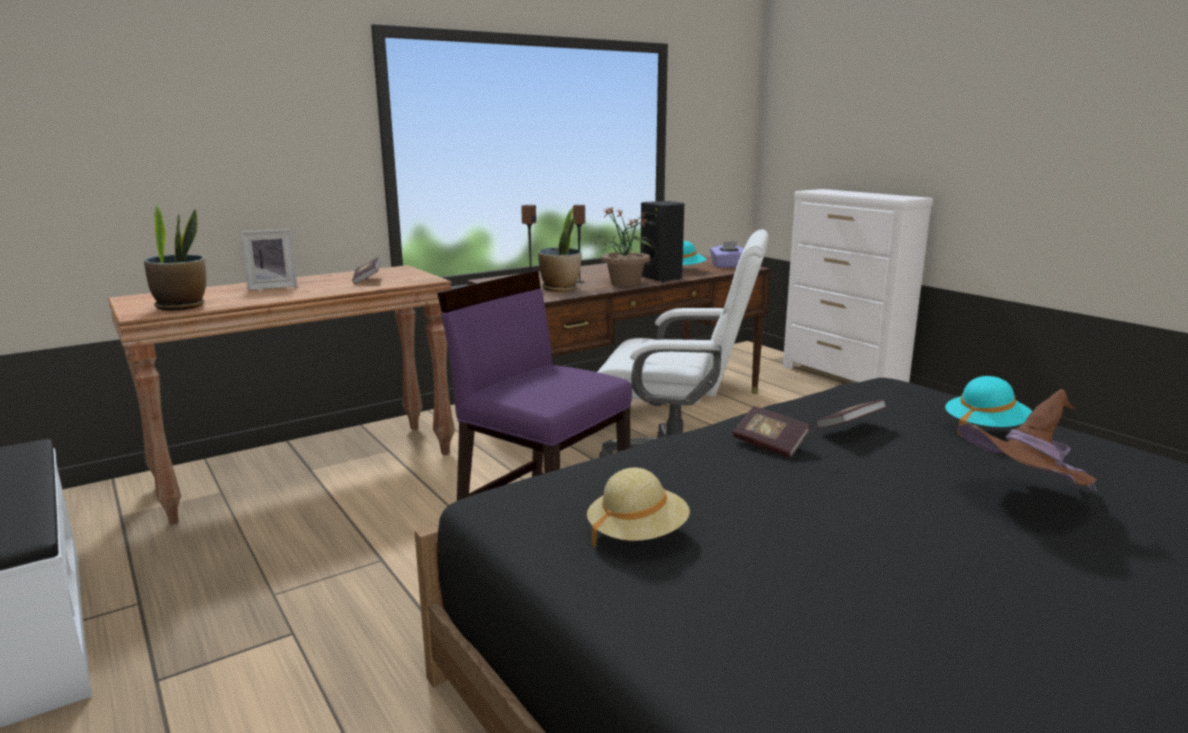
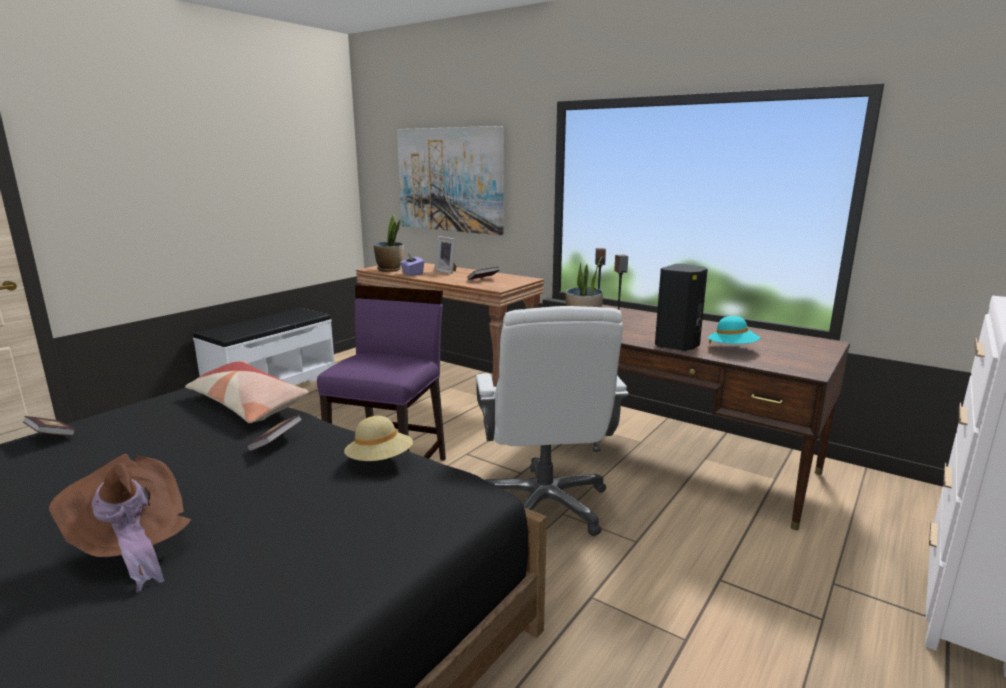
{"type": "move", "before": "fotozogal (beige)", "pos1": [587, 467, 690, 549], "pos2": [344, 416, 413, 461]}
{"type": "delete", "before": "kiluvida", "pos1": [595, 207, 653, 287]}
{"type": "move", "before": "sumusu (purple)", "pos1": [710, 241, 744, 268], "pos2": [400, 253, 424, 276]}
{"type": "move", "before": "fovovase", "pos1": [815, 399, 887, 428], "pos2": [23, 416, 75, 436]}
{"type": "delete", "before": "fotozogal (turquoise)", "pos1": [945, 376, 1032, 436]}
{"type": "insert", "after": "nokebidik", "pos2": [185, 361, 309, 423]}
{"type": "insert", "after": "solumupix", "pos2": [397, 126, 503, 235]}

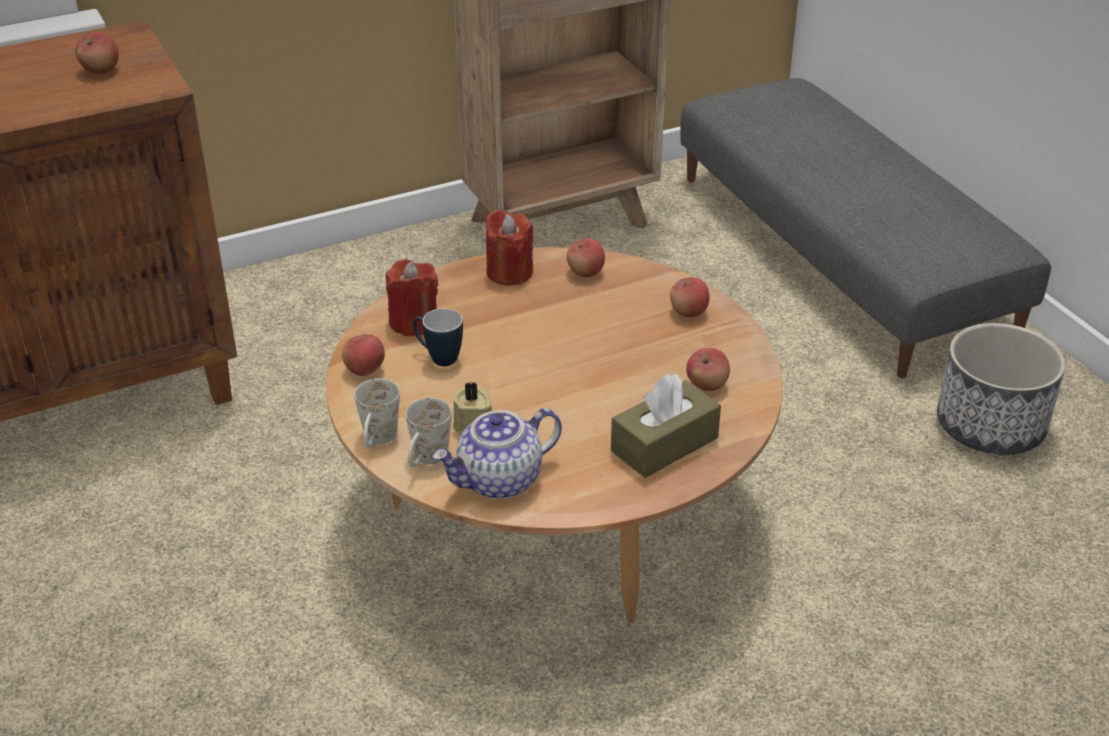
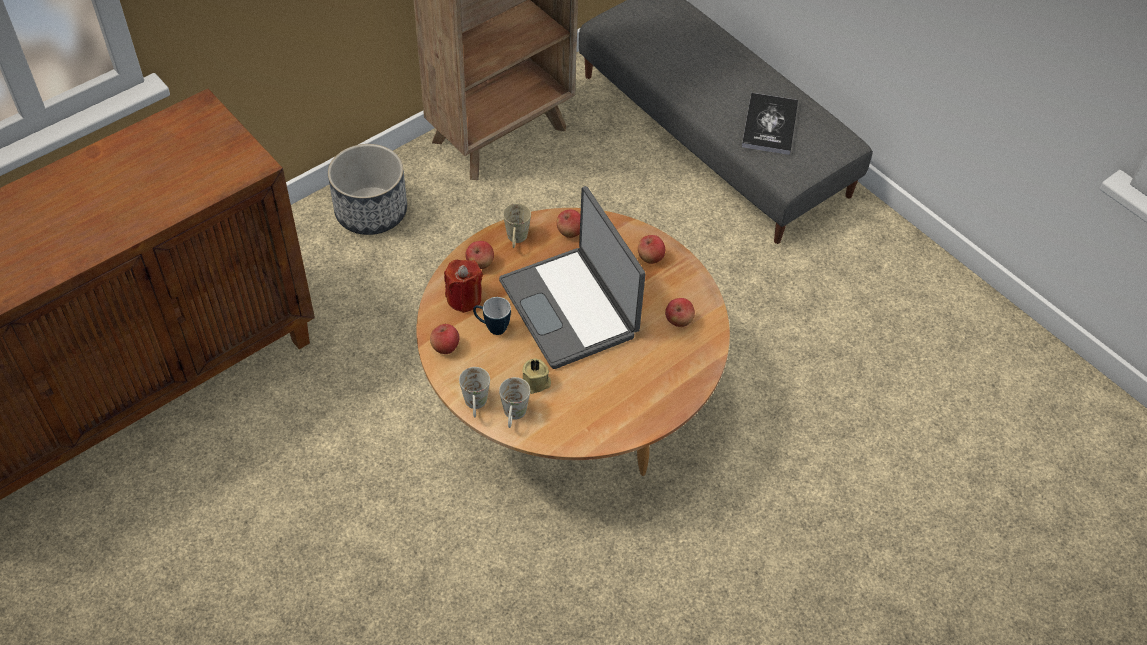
{"type": "move", "before": "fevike", "pos1": [75, 33, 119, 74], "pos2": [465, 241, 494, 269]}
{"type": "delete", "before": "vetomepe", "pos1": [433, 408, 562, 499]}
{"type": "replace", "before": "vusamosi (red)", "after": "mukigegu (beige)", "pos1": [485, 209, 534, 285], "pos2": [503, 203, 531, 248]}
{"type": "delete", "before": "sumusu (brown)", "pos1": [611, 374, 721, 478]}
{"type": "move", "before": "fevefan", "pos1": [937, 323, 1066, 455], "pos2": [328, 144, 407, 235]}
{"type": "insert", "after": "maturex", "pos2": [499, 186, 645, 369]}
{"type": "insert", "after": "fovovase", "pos2": [742, 93, 798, 155]}

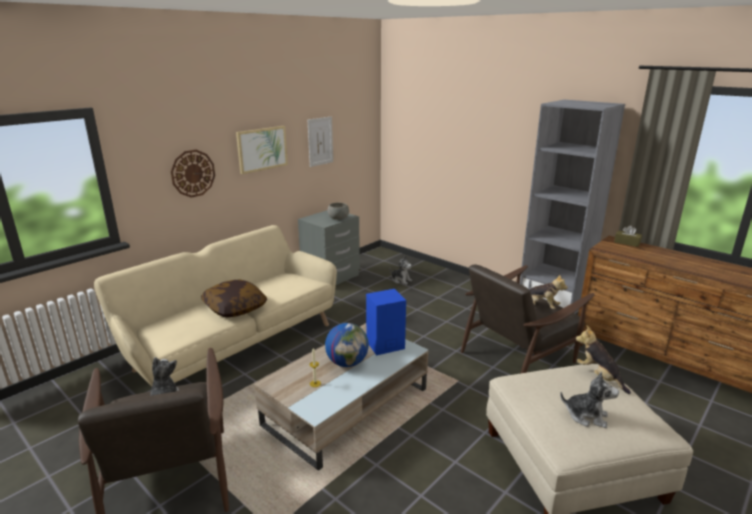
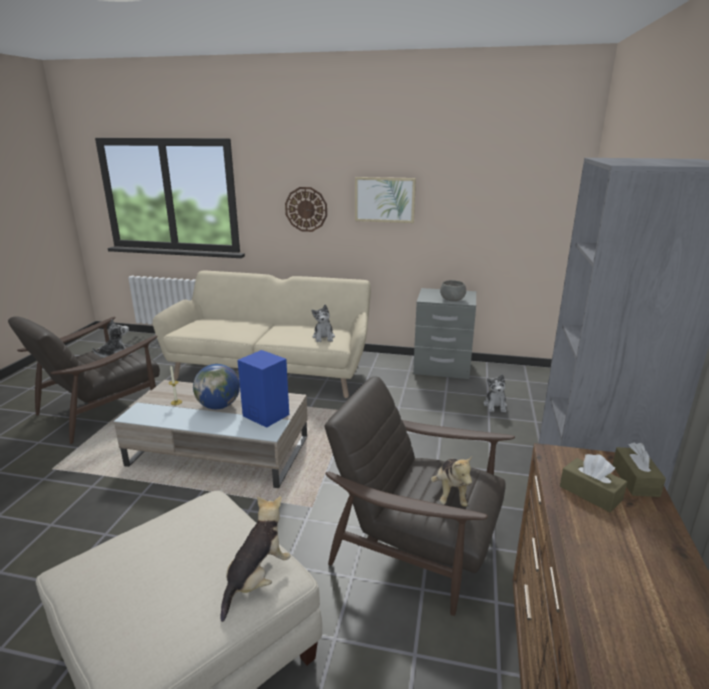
{"type": "delete", "before": "nokebidik", "pos1": [201, 279, 267, 317]}
{"type": "delete", "before": "solumupix", "pos1": [308, 117, 333, 167]}
{"type": "move", "before": "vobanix", "pos1": [560, 371, 619, 428], "pos2": [312, 305, 335, 342]}
{"type": "insert", "after": "sumusu (brown)", "pos2": [560, 454, 627, 512]}

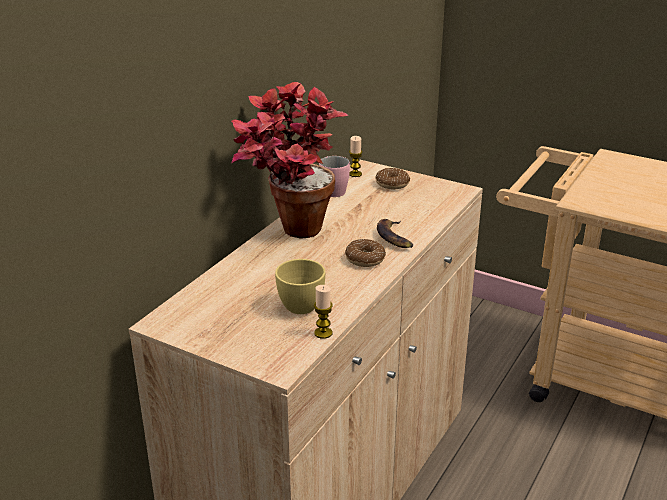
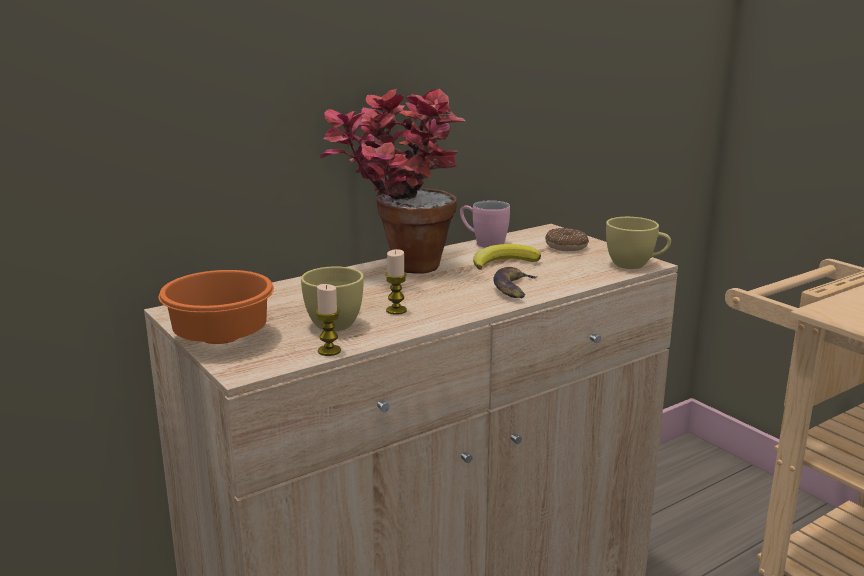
{"type": "delete", "before": "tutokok", "pos1": [345, 239, 386, 267]}
{"type": "move", "before": "vusamosi", "pos1": [349, 136, 362, 177], "pos2": [385, 249, 407, 315]}
{"type": "insert", "after": "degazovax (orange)", "pos2": [159, 270, 274, 344]}
{"type": "insert", "after": "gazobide", "pos2": [473, 244, 541, 270]}
{"type": "insert", "after": "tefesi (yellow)", "pos2": [606, 217, 671, 269]}

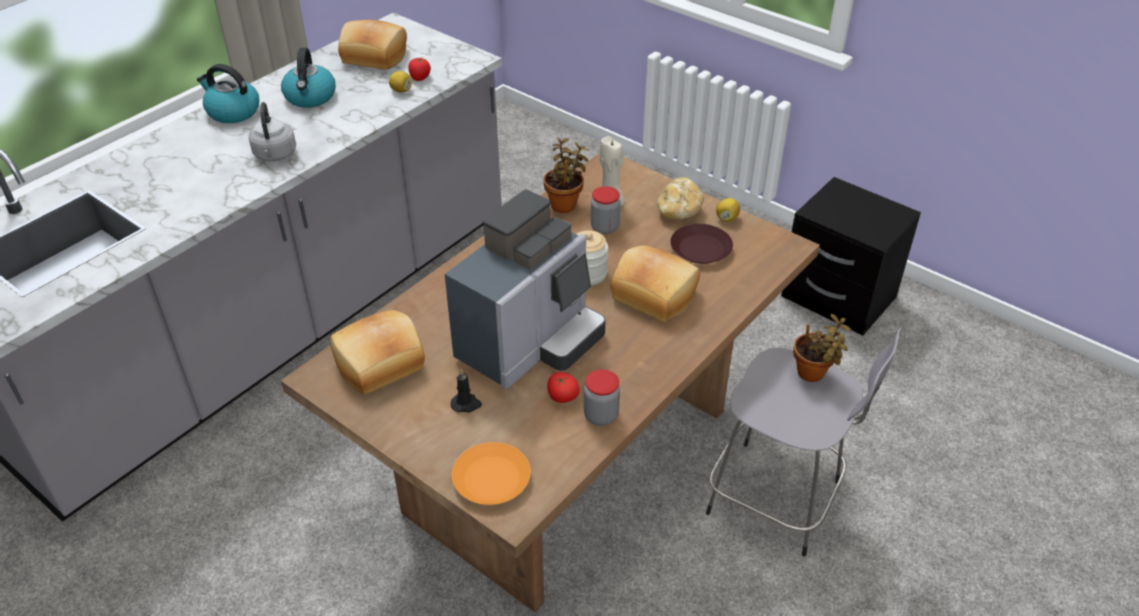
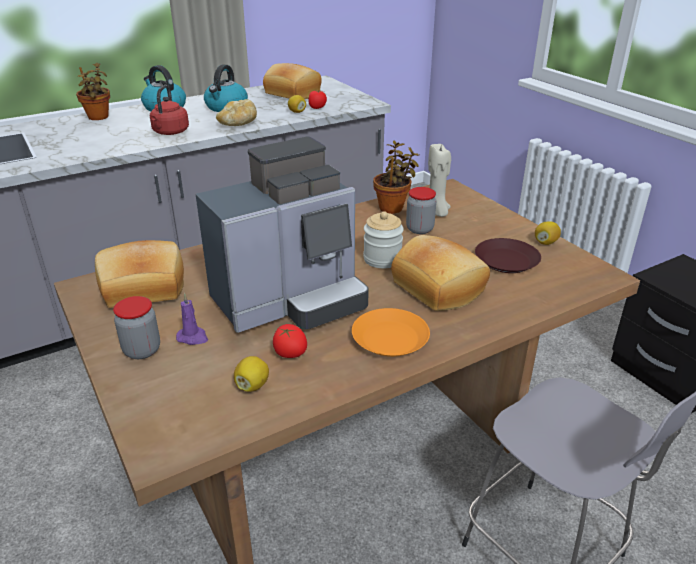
{"type": "recolor", "before": "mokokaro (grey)", "after": "mokokaro (red)", "pos1": [249, 102, 296, 162], "pos2": [150, 85, 189, 135]}
{"type": "recolor", "before": "vusamosi (black)", "after": "vusamosi (purple)", "pos1": [451, 369, 482, 412], "pos2": [176, 293, 208, 345]}
{"type": "move", "before": "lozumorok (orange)", "pos1": [452, 442, 531, 505], "pos2": [352, 308, 430, 357]}
{"type": "move", "before": "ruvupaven", "pos1": [584, 369, 620, 426], "pos2": [113, 296, 160, 359]}
{"type": "move", "before": "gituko", "pos1": [657, 177, 704, 219], "pos2": [216, 99, 257, 126]}
{"type": "move", "before": "kiluvida", "pos1": [793, 314, 851, 382], "pos2": [76, 62, 110, 120]}
{"type": "insert", "after": "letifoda", "pos2": [234, 356, 269, 392]}

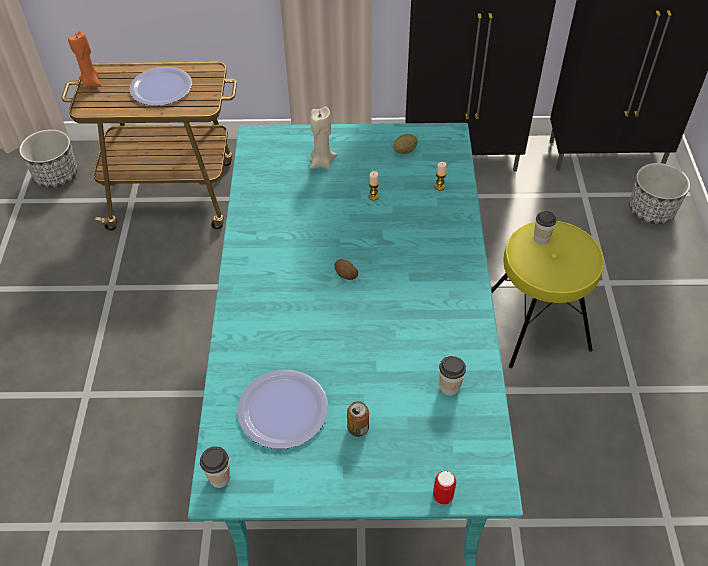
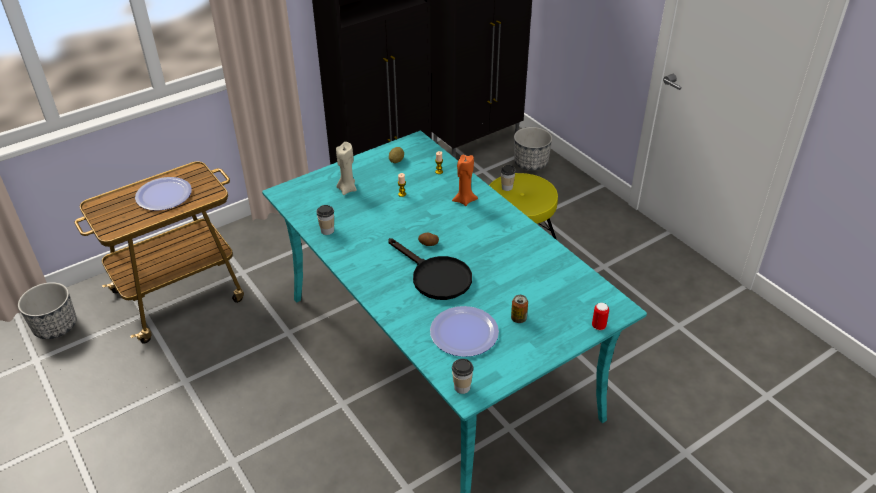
{"type": "move", "before": "vusamosi (orange)", "pos1": [68, 31, 102, 89], "pos2": [452, 155, 478, 206]}
{"type": "move", "before": "tefesi", "pos1": [439, 356, 466, 396], "pos2": [316, 205, 334, 235]}
{"type": "insert", "after": "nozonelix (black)", "pos2": [388, 238, 472, 300]}

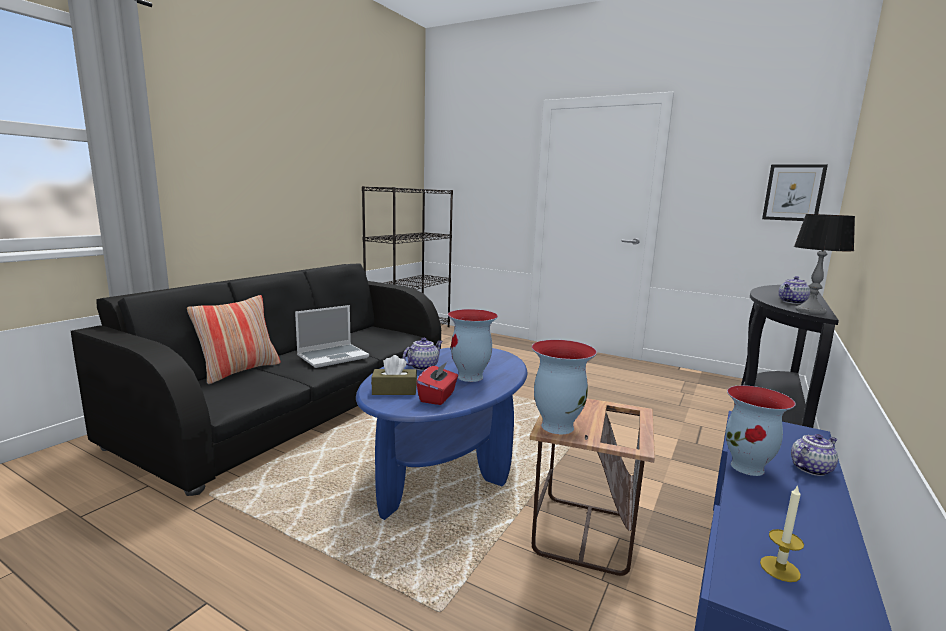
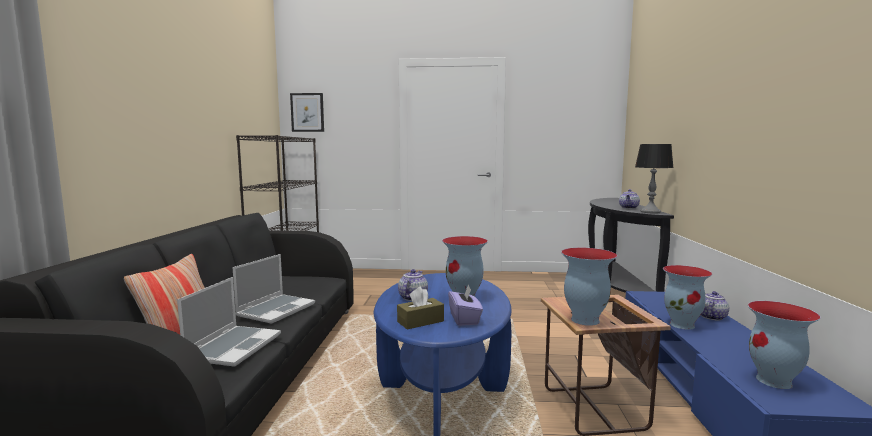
{"type": "recolor", "before": "sumusu (red)", "after": "sumusu (purple)", "pos1": [416, 362, 458, 405], "pos2": [448, 285, 483, 326]}
{"type": "replace", "before": "vusamosi", "after": "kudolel", "pos1": [760, 485, 804, 582], "pos2": [748, 301, 821, 389]}
{"type": "move", "before": "solumupix", "pos1": [762, 164, 828, 221], "pos2": [290, 93, 324, 132]}
{"type": "insert", "after": "maturex", "pos2": [177, 277, 281, 367]}

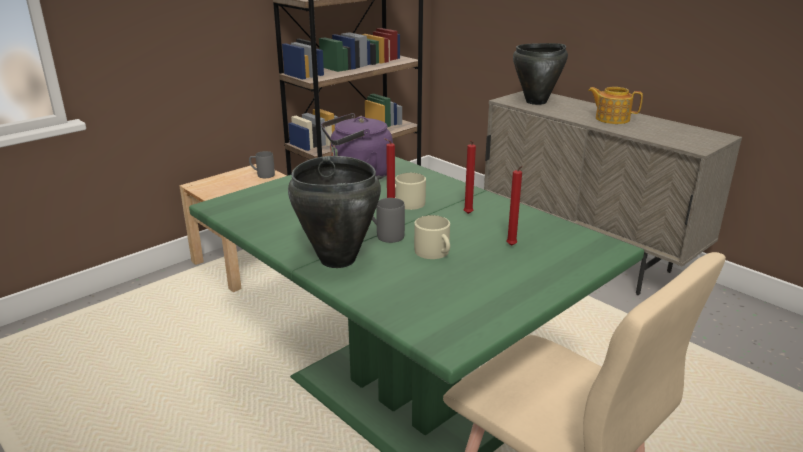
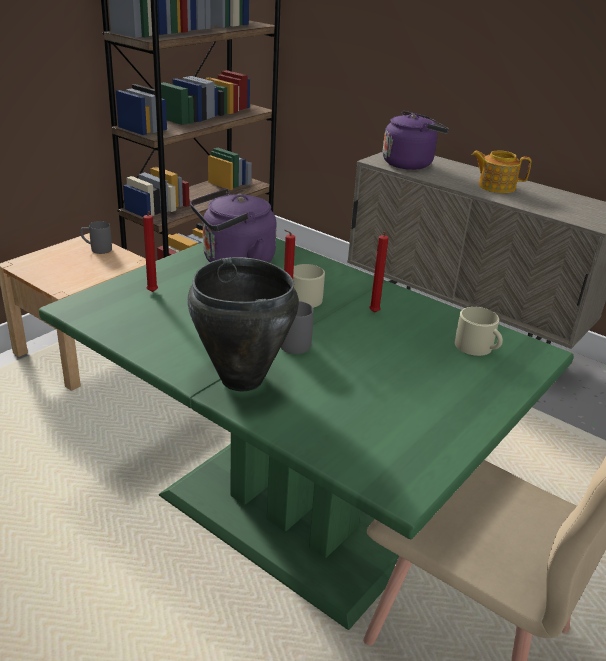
{"type": "move", "before": "mukigegu (beige)", "pos1": [414, 215, 450, 259], "pos2": [455, 307, 503, 356]}
{"type": "move", "before": "vusamosi (red)", "pos1": [506, 166, 522, 246], "pos2": [143, 211, 158, 292]}
{"type": "replace", "before": "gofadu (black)", "after": "mokokaro (purple)", "pos1": [513, 43, 568, 105], "pos2": [383, 111, 449, 170]}

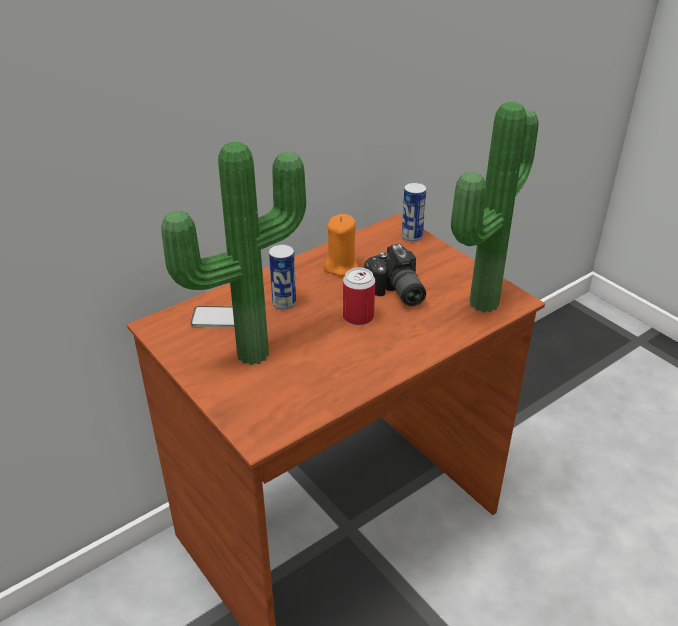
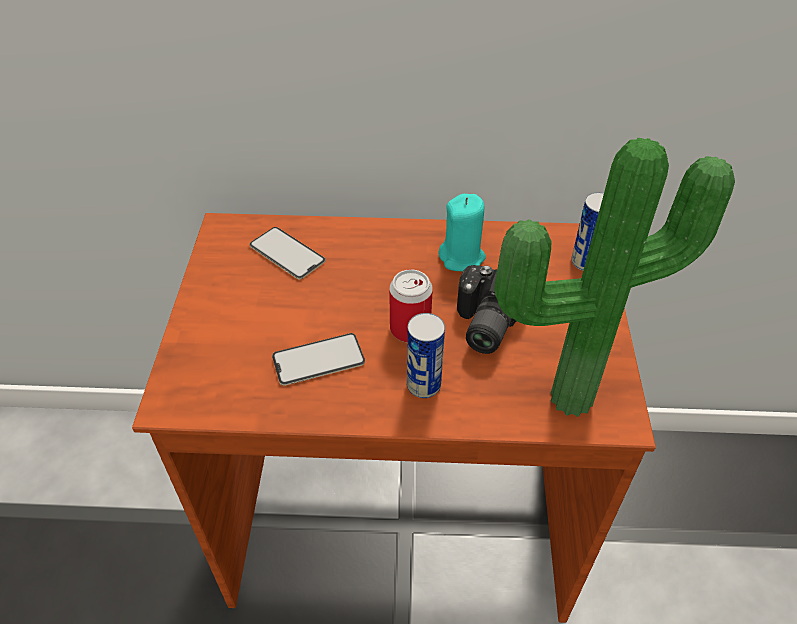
{"type": "delete", "before": "kiluvida", "pos1": [161, 142, 306, 365]}
{"type": "move", "before": "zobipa", "pos1": [269, 244, 296, 310], "pos2": [407, 313, 445, 398]}
{"type": "recolor", "before": "vusamosi (orange)", "after": "vusamosi (turquoise)", "pos1": [323, 214, 358, 276], "pos2": [438, 194, 486, 271]}
{"type": "insert", "after": "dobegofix", "pos2": [272, 333, 365, 386]}

